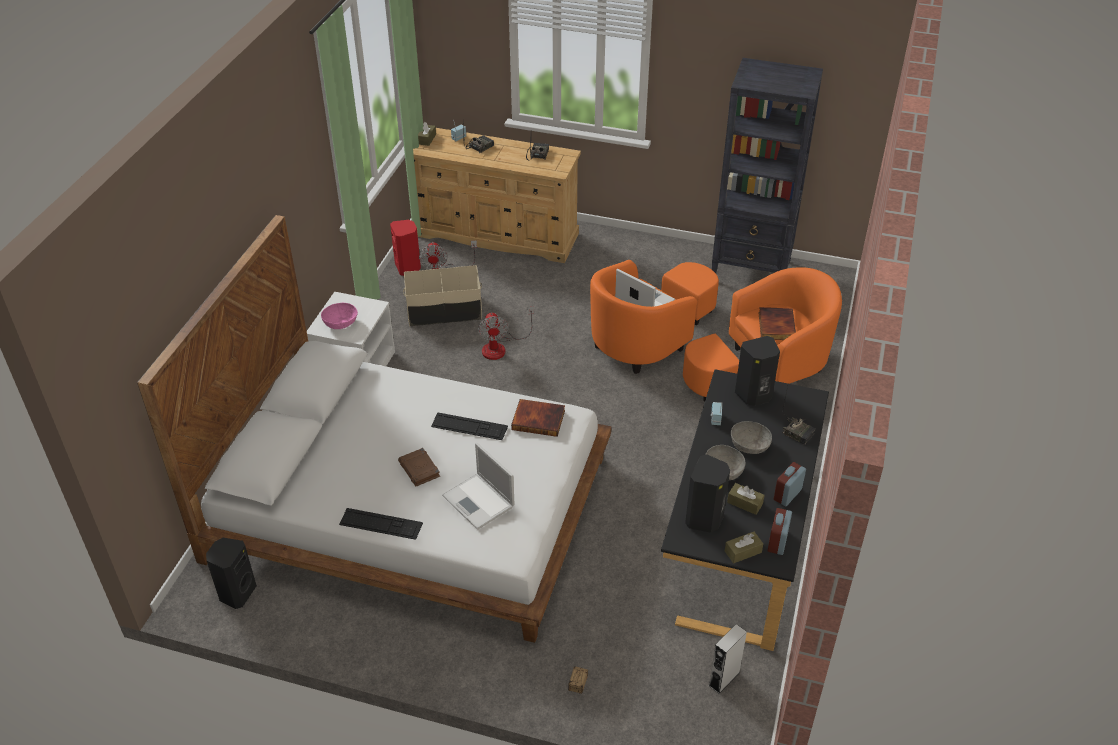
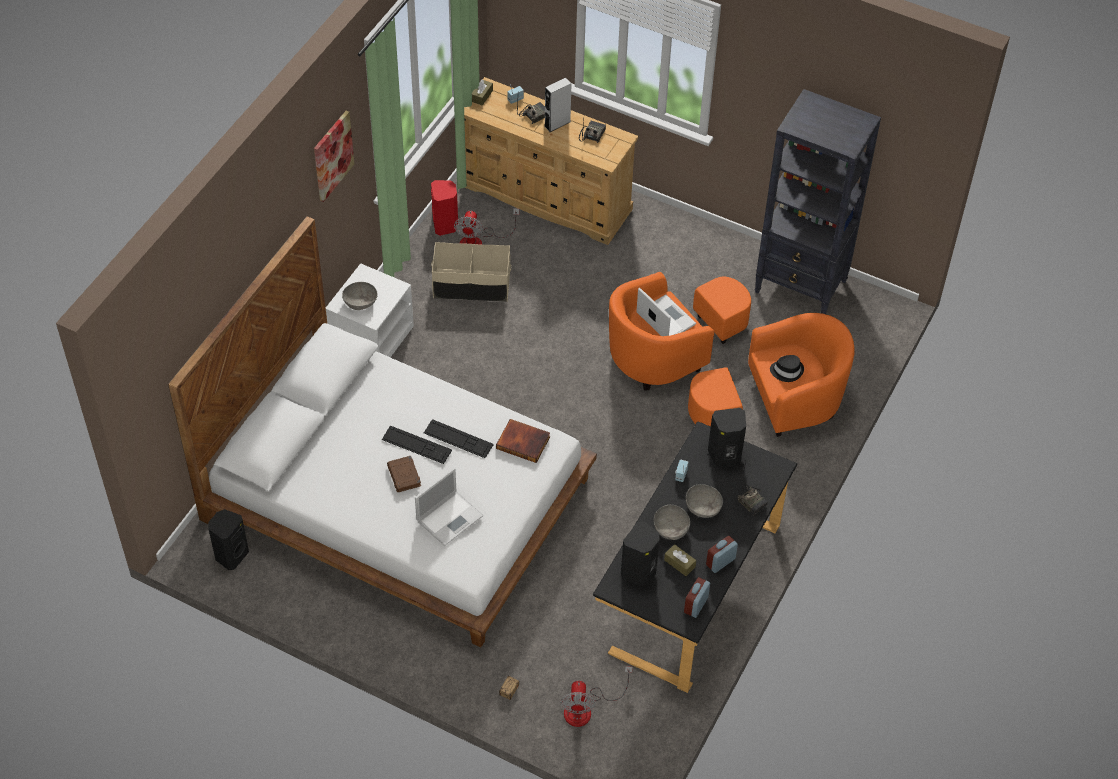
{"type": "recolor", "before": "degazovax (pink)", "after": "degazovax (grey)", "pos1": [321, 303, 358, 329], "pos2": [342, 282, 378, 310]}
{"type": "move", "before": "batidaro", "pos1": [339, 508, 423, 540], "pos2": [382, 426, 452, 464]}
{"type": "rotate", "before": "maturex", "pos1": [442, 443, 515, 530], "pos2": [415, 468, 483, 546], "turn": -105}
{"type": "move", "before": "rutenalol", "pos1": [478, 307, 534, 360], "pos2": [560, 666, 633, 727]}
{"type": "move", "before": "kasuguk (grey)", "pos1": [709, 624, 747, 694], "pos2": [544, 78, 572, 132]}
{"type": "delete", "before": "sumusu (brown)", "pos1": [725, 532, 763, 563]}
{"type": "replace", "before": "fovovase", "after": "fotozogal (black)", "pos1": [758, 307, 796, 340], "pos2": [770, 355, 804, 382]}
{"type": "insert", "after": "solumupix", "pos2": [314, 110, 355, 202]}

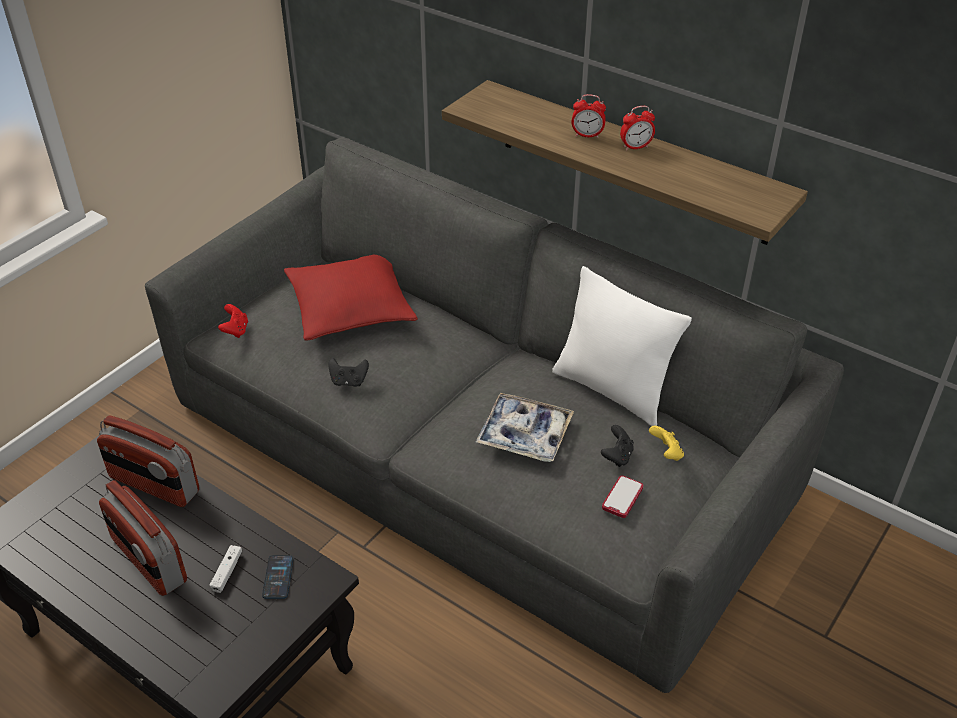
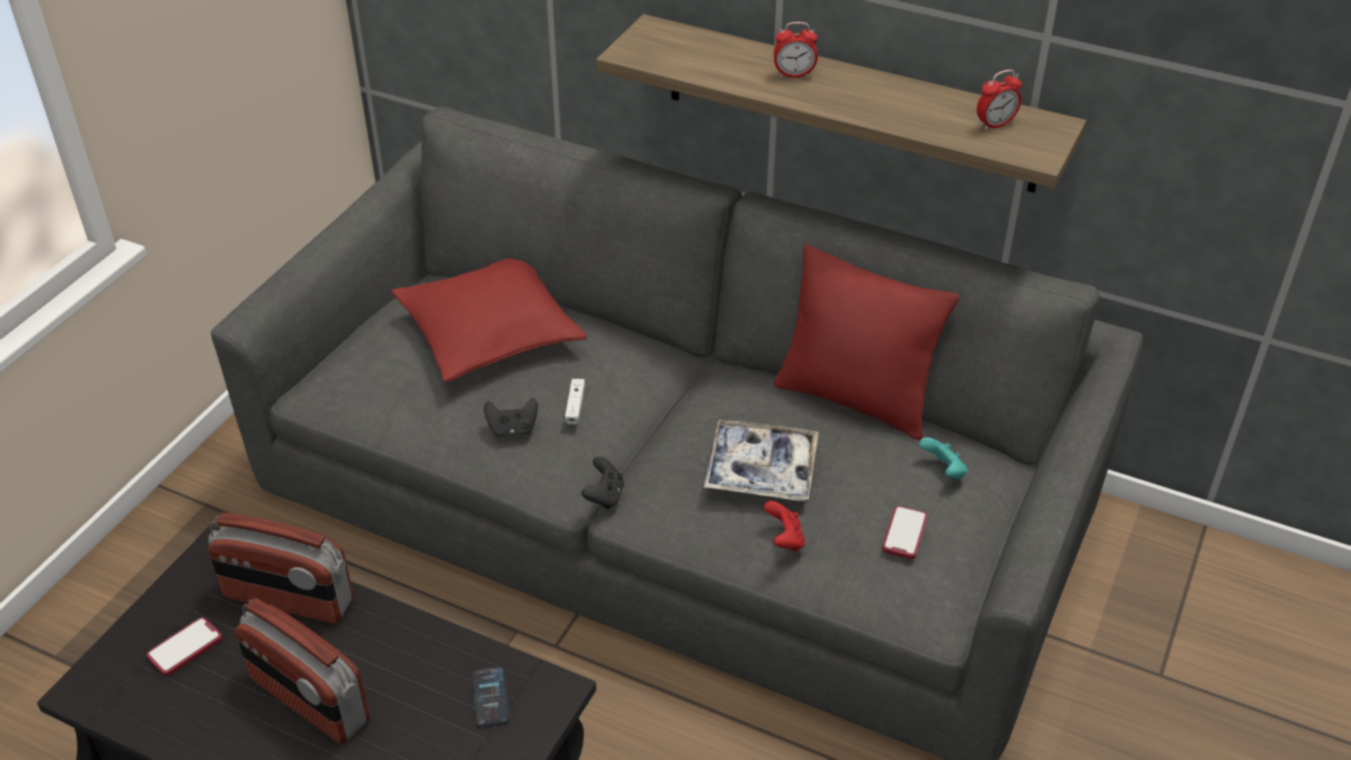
{"type": "move", "before": "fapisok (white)", "pos1": [209, 545, 242, 593], "pos2": [565, 379, 585, 425]}
{"type": "move", "before": "fapisok (red)", "pos1": [218, 304, 248, 338], "pos2": [764, 501, 805, 552]}
{"type": "recolor", "before": "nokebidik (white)", "after": "nokebidik (red)", "pos1": [552, 266, 692, 426], "pos2": [774, 244, 959, 440]}
{"type": "move", "before": "fapisok (black)", "pos1": [601, 425, 634, 467], "pos2": [582, 457, 624, 509]}
{"type": "move", "before": "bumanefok", "pos1": [620, 106, 655, 151], "pos2": [977, 70, 1022, 131]}
{"type": "recolor", "before": "fapisok (yellow)", "after": "fapisok (turquoise)", "pos1": [649, 426, 684, 461], "pos2": [919, 437, 968, 479]}
{"type": "insert", "after": "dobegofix", "pos2": [147, 617, 222, 677]}

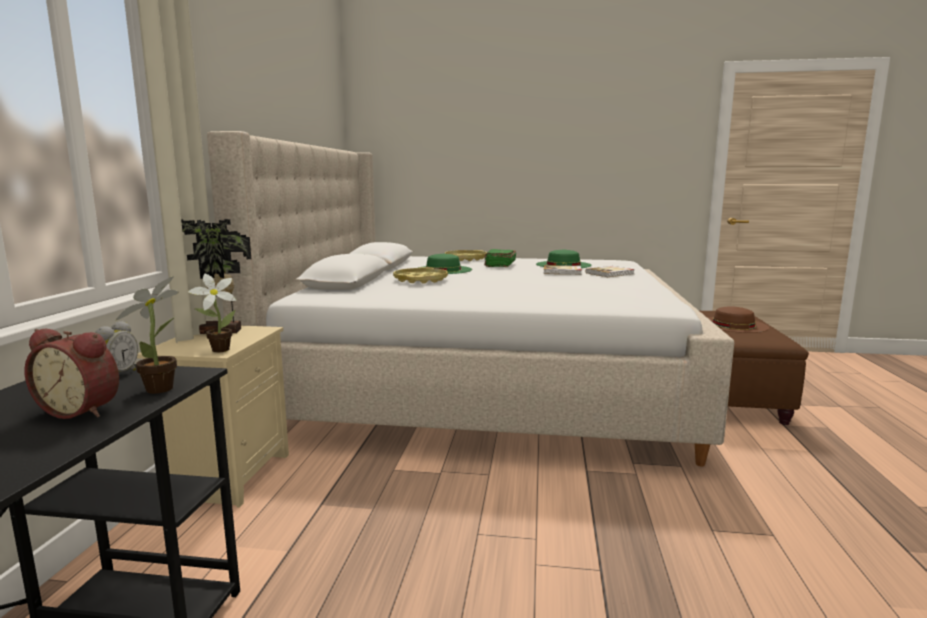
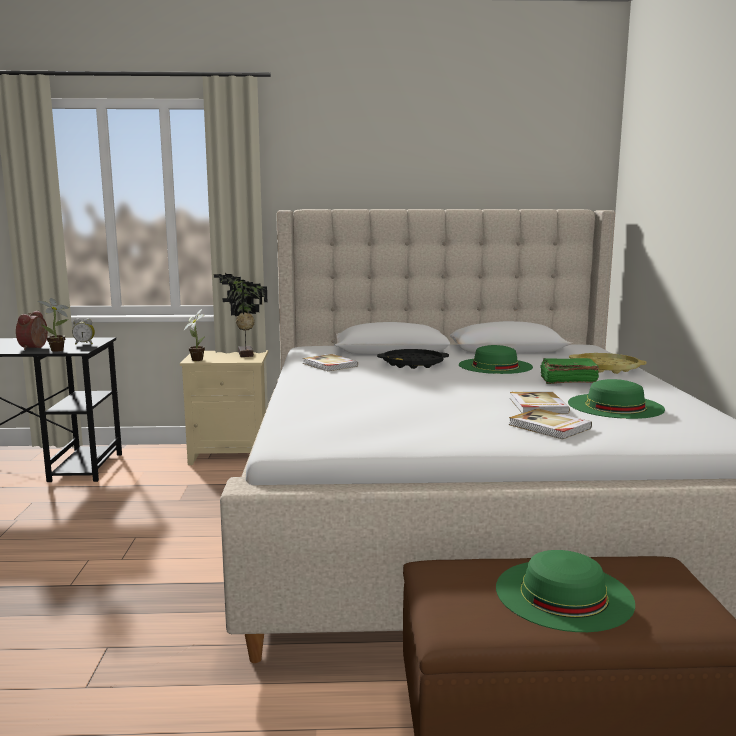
{"type": "recolor", "before": "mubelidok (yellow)", "after": "mubelidok (black)", "pos1": [393, 267, 448, 283], "pos2": [377, 349, 449, 369]}
{"type": "recolor", "before": "fotozogal (brown)", "after": "fotozogal (green)", "pos1": [708, 306, 769, 333], "pos2": [496, 550, 635, 632]}
{"type": "insert", "after": "fovovase", "pos2": [303, 354, 358, 371]}

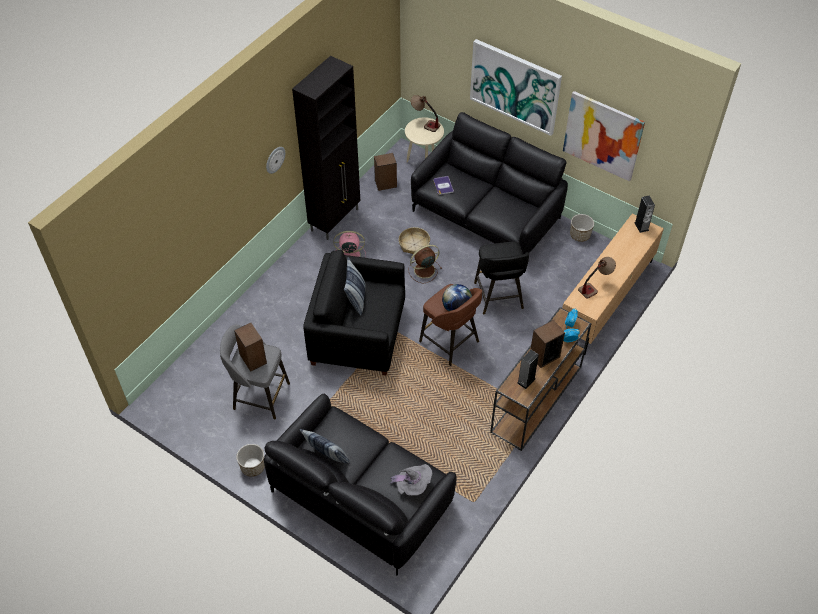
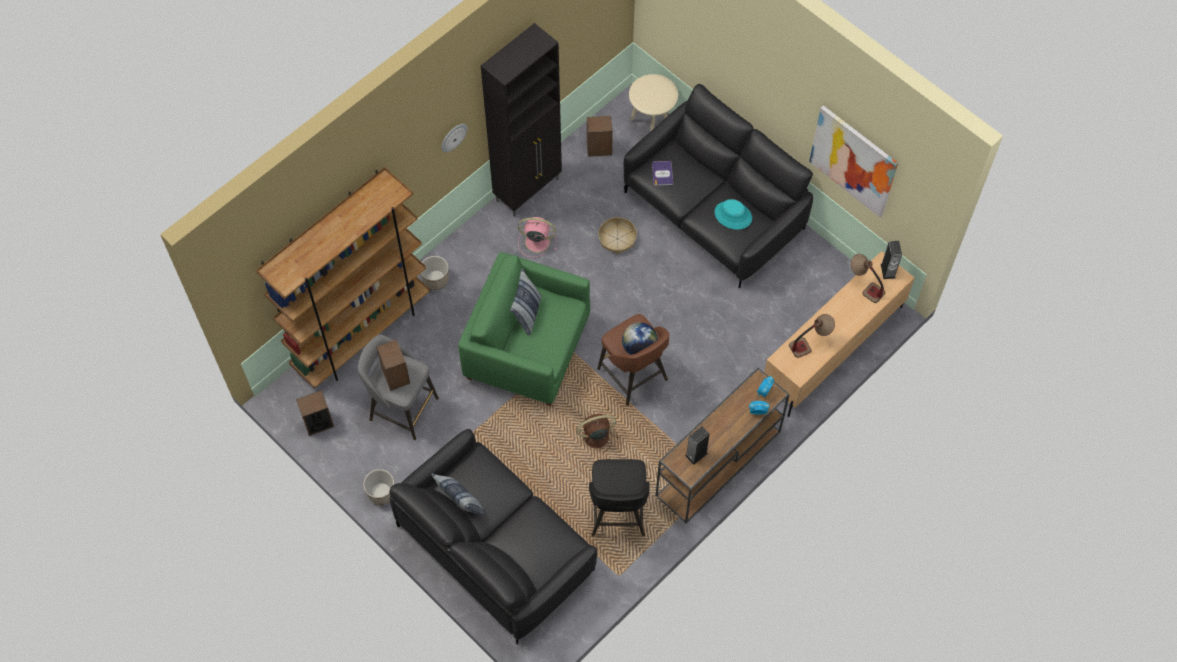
{"type": "recolor", "before": "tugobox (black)", "after": "tugobox (green)", "pos1": [303, 250, 405, 376], "pos2": [458, 252, 590, 406]}
{"type": "delete", "before": "fotozogal (grey)", "pos1": [389, 464, 432, 496]}
{"type": "move", "before": "rutenalol (brown)", "pos1": [408, 245, 442, 283], "pos2": [577, 414, 619, 454]}
{"type": "move", "before": "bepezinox", "pos1": [411, 95, 441, 132], "pos2": [851, 254, 885, 303]}
{"type": "delete", "before": "solumupix", "pos1": [470, 39, 562, 136]}
{"type": "move", "before": "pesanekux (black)", "pos1": [474, 242, 529, 314], "pos2": [589, 459, 650, 536]}
{"type": "move", "before": "kasuguk", "pos1": [530, 320, 565, 368], "pos2": [296, 390, 334, 436]}
{"type": "move", "before": "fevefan", "pos1": [570, 214, 594, 242], "pos2": [421, 256, 449, 290]}
{"type": "insert", "after": "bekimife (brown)", "pos2": [256, 167, 430, 389]}
{"type": "insert", "after": "fotozogal (turquoise)", "pos2": [715, 199, 752, 230]}

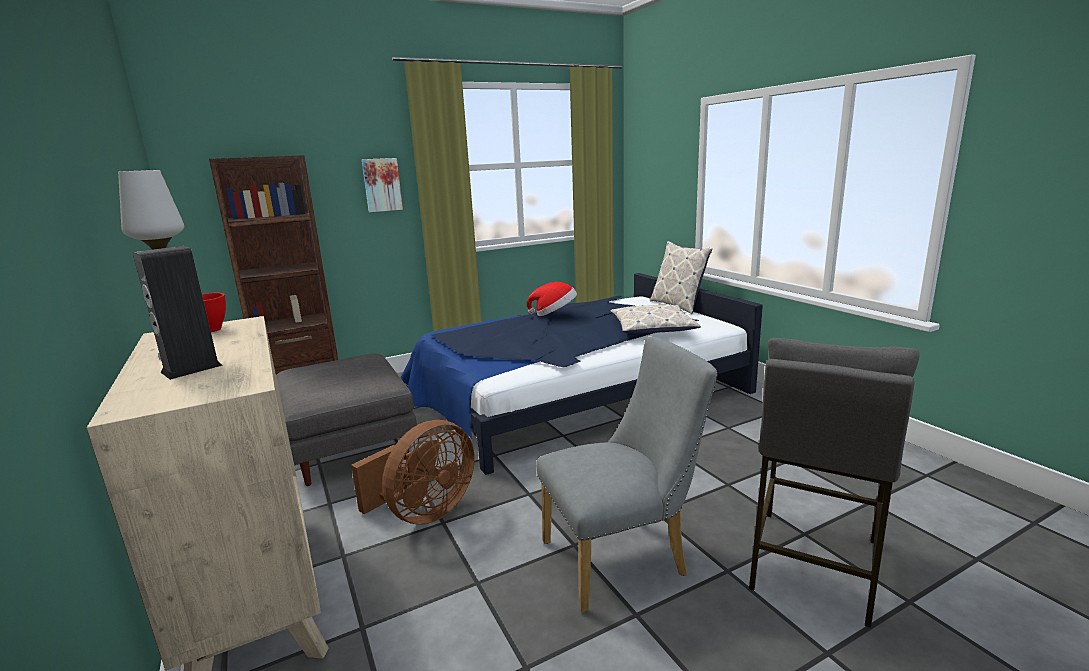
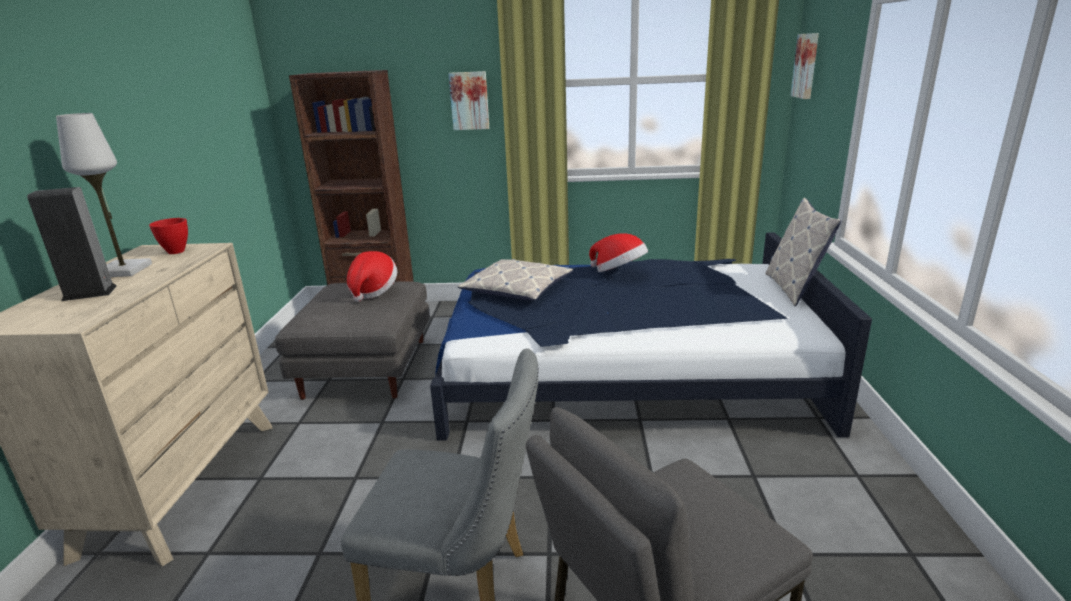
{"type": "delete", "before": "rutenalol (brown)", "pos1": [351, 420, 475, 525]}
{"type": "move", "before": "nokebidik", "pos1": [610, 304, 701, 333], "pos2": [457, 259, 573, 301]}
{"type": "insert", "after": "fotozogal", "pos2": [347, 251, 397, 302]}
{"type": "insert", "after": "solumupix", "pos2": [790, 33, 819, 99]}

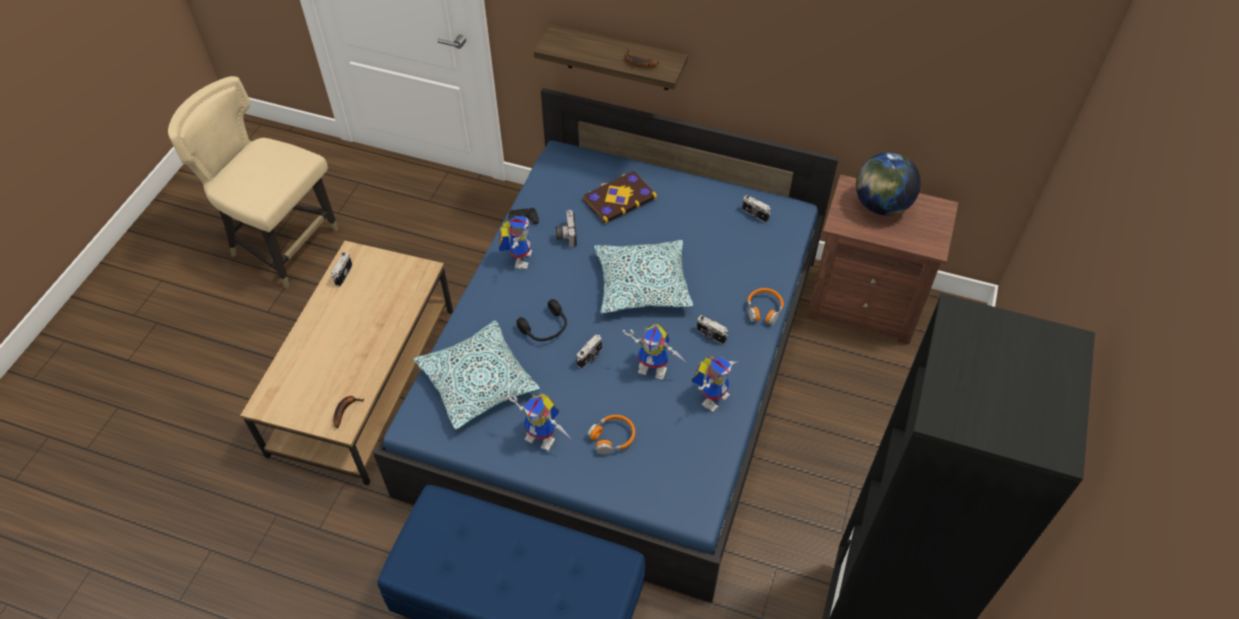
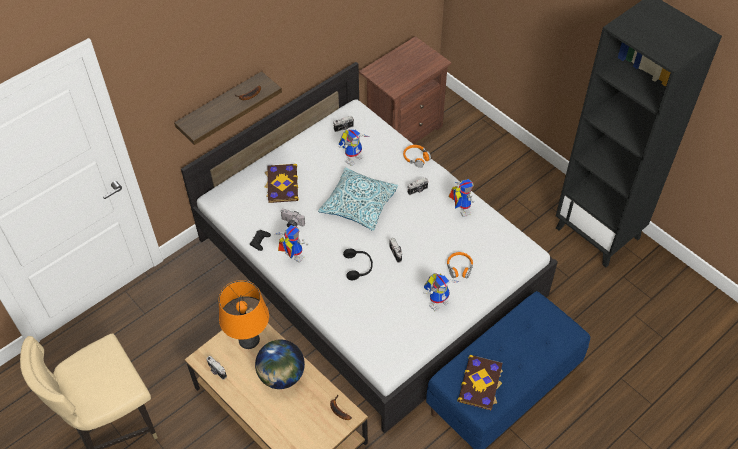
{"type": "recolor", "before": "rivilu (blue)", "after": "rivilu (white)", "pos1": [373, 88, 839, 603], "pos2": [181, 62, 558, 433]}
{"type": "delete", "before": "nokebidik", "pos1": [413, 320, 541, 430]}
{"type": "move", "before": "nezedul", "pos1": [623, 323, 688, 380], "pos2": [339, 130, 369, 166]}
{"type": "move", "before": "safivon", "pos1": [856, 152, 921, 216], "pos2": [255, 339, 305, 389]}
{"type": "insert", "after": "bepezinox (orange)", "pos2": [219, 280, 269, 349]}
{"type": "insert", "after": "fovovase", "pos2": [457, 355, 503, 411]}

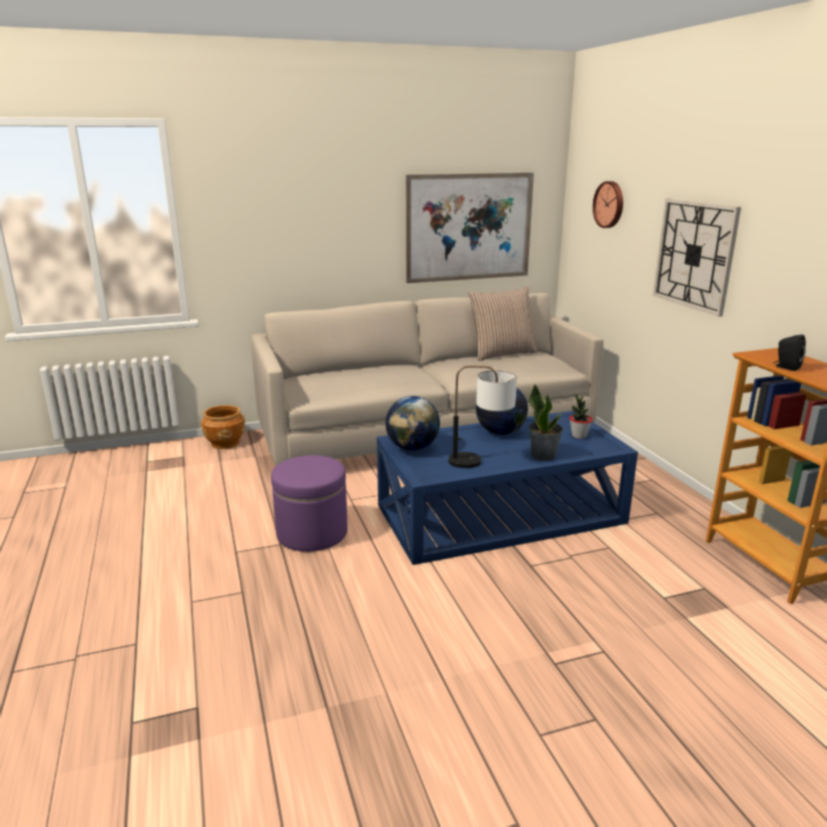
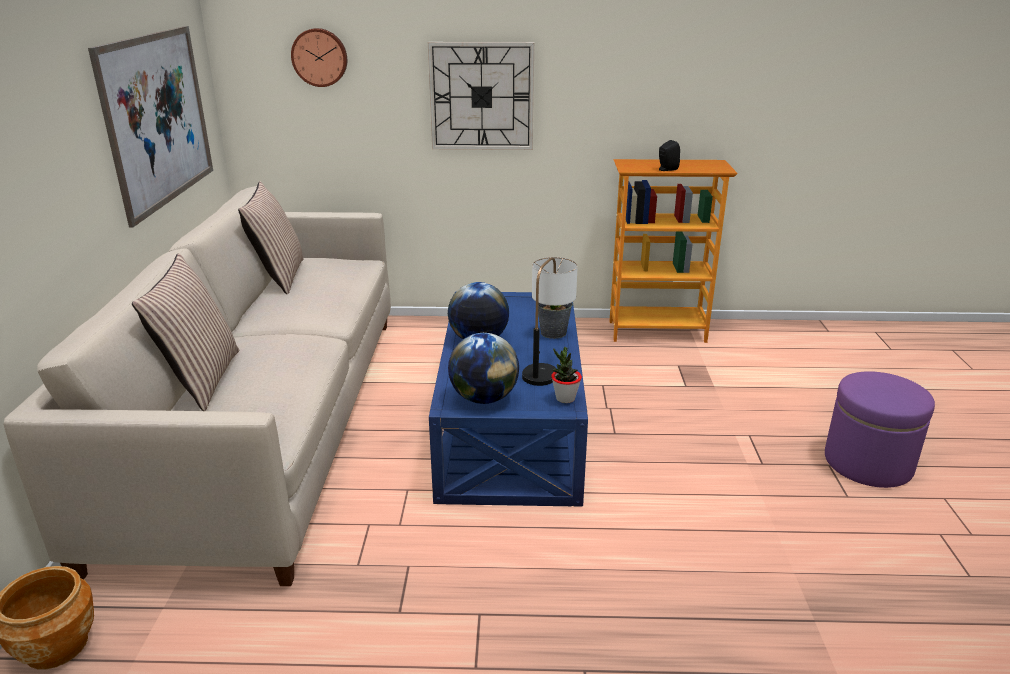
{"type": "move", "before": "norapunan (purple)", "pos1": [271, 455, 348, 552], "pos2": [825, 371, 935, 488]}
{"type": "move", "before": "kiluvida", "pos1": [570, 393, 592, 439], "pos2": [551, 347, 582, 403]}
{"type": "insert", "after": "nokebidik", "pos2": [132, 253, 239, 411]}

